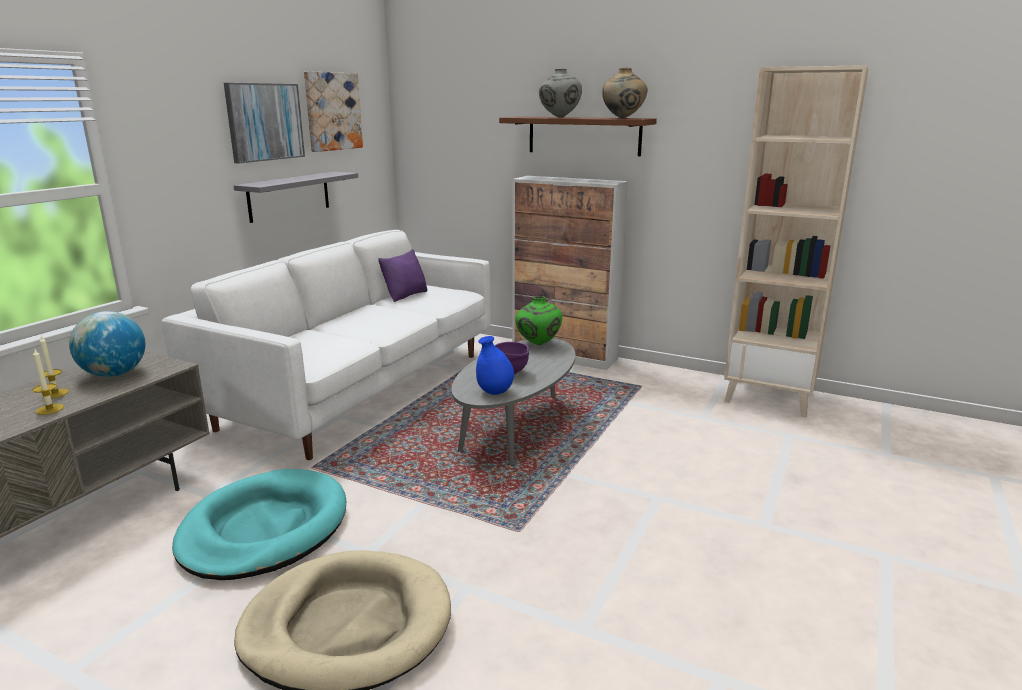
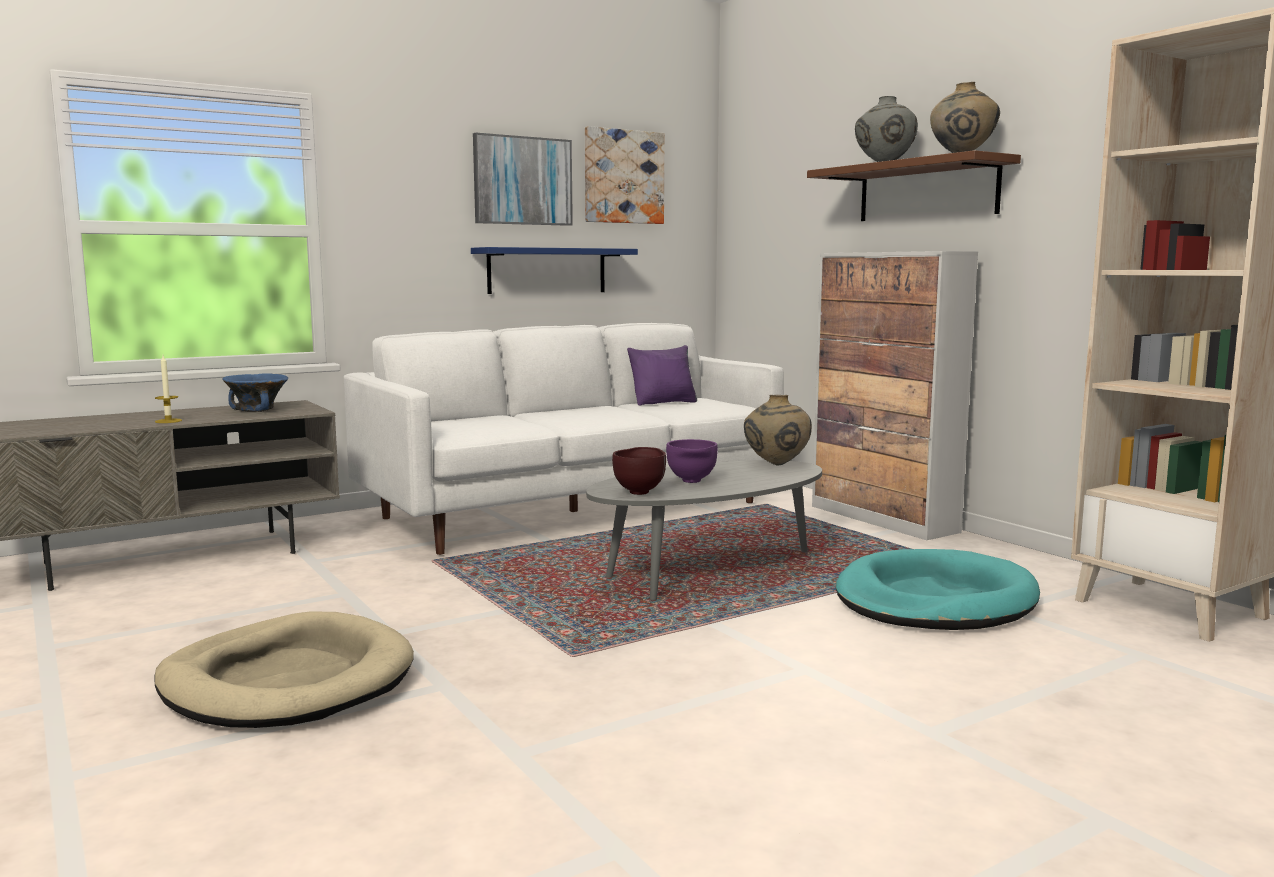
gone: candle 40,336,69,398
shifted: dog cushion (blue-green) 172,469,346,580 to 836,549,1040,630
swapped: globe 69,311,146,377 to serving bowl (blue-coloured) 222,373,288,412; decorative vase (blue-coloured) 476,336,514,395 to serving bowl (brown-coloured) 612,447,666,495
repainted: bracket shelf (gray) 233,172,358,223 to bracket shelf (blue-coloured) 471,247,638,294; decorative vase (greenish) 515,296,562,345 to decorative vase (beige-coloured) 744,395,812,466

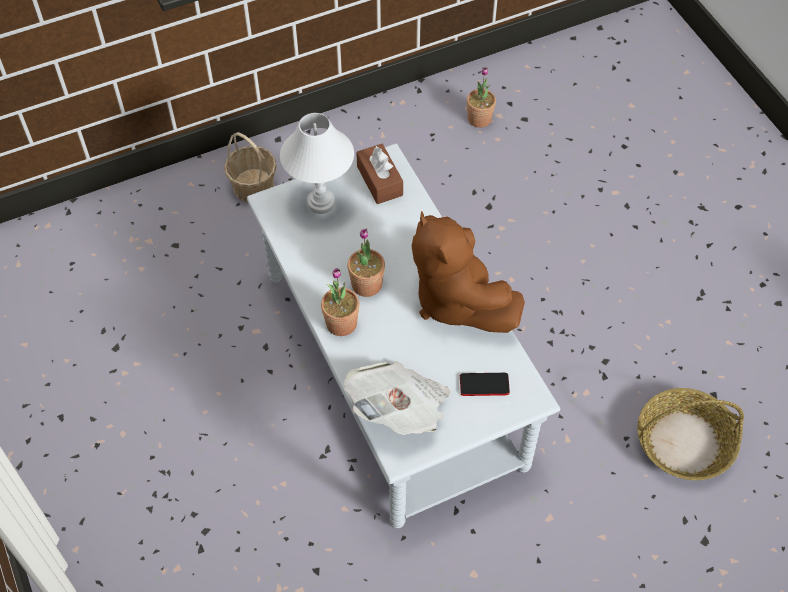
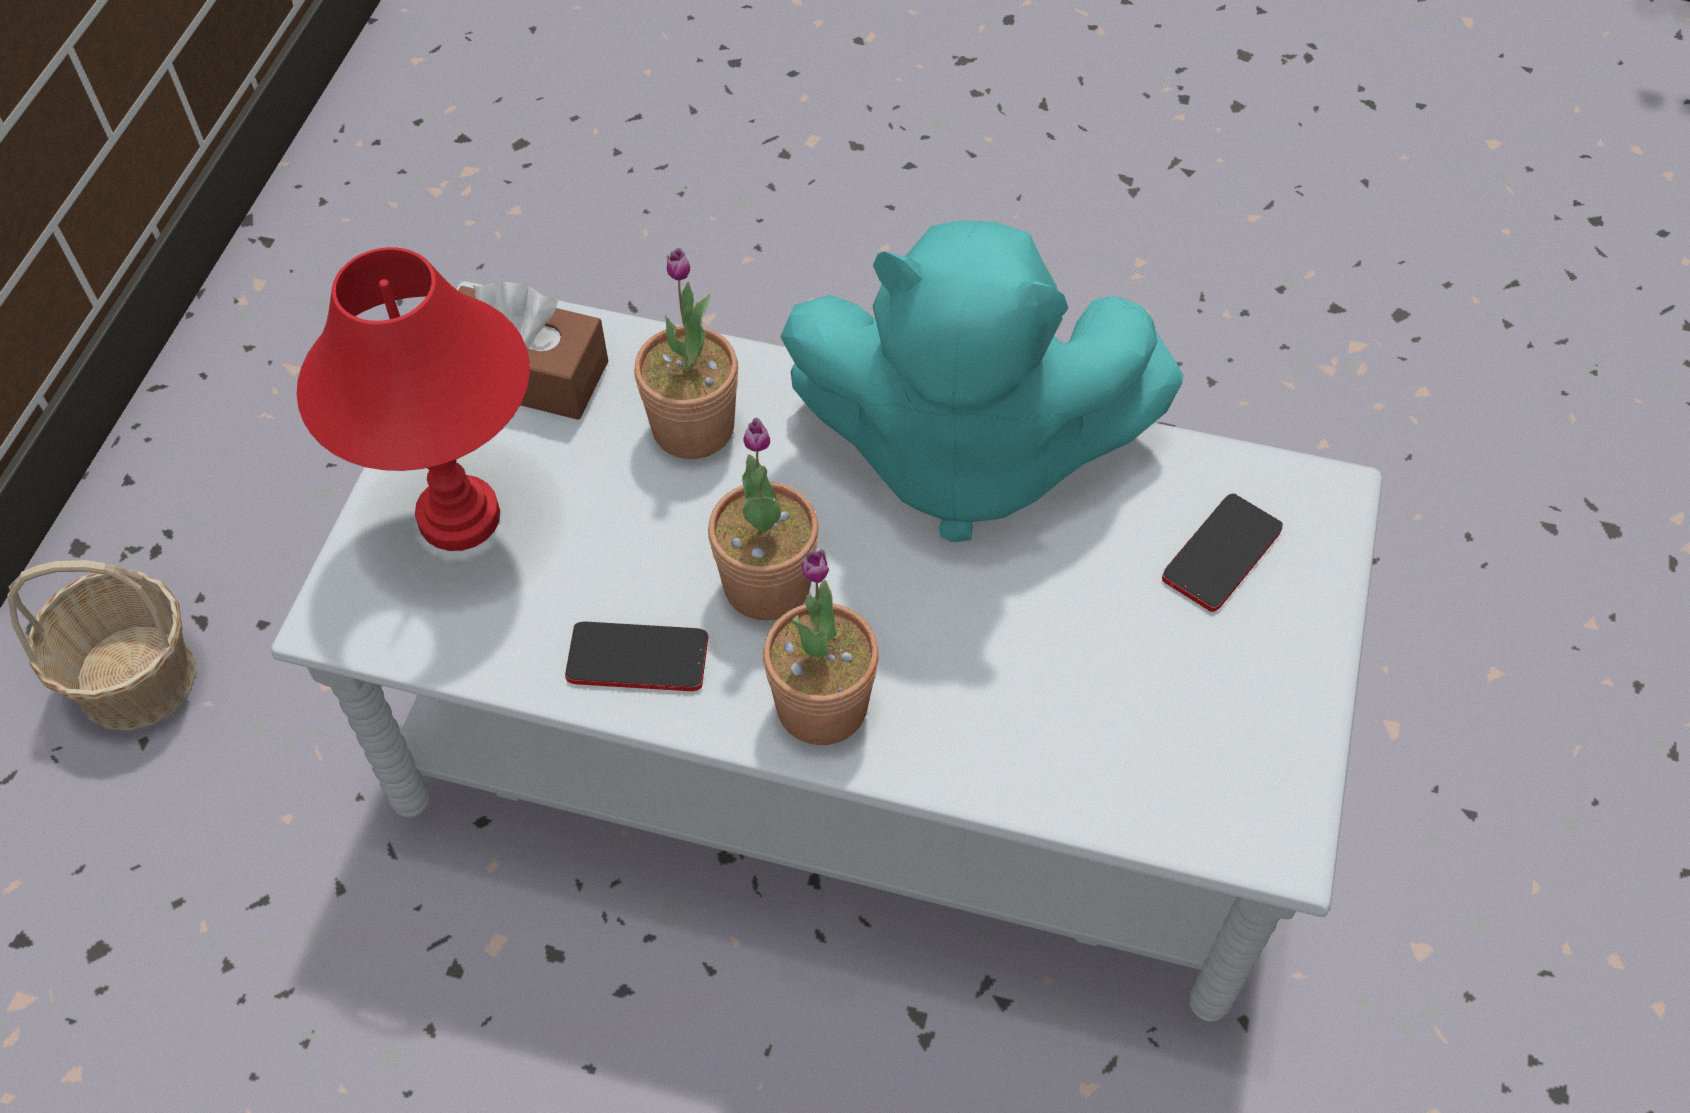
gone: daily paper 344,361,450,435; household basket 637,388,744,480
new: handset 565,622,708,691
shifted: potted plant 467,67,496,128 to 634,248,738,459
repainted: tabletop lamp (whitish) 280,113,354,214 to tabletop lamp (reddish) 297,247,530,551; soft toy (brown-coloured) 412,211,525,333 to soft toy (blue-green) 780,220,1183,542

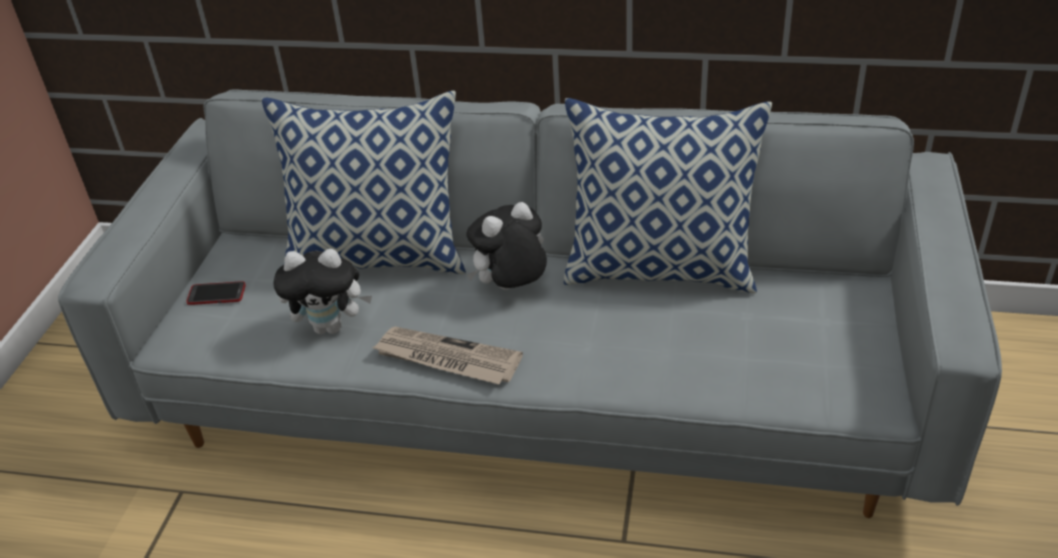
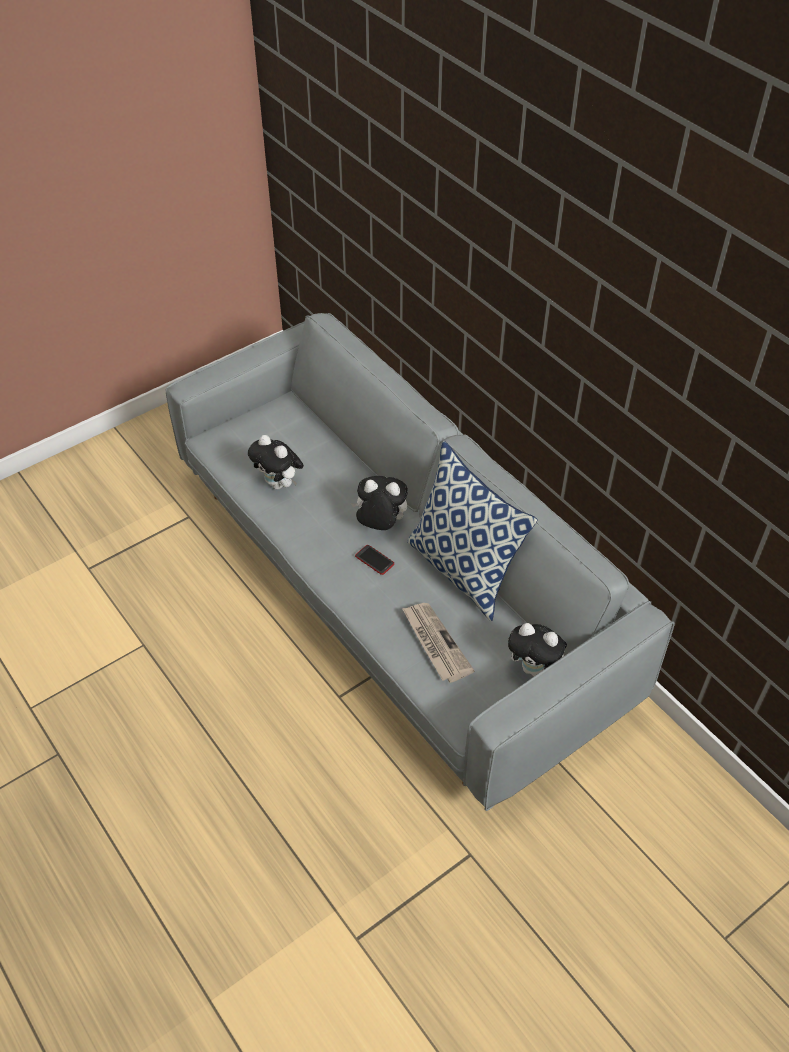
gone: throw pillow 261,91,466,274
new: soft toy 508,623,567,676
shifted: handset 187,281,246,305 to 355,545,394,575; daily paper 372,327,523,384 to 402,603,474,683

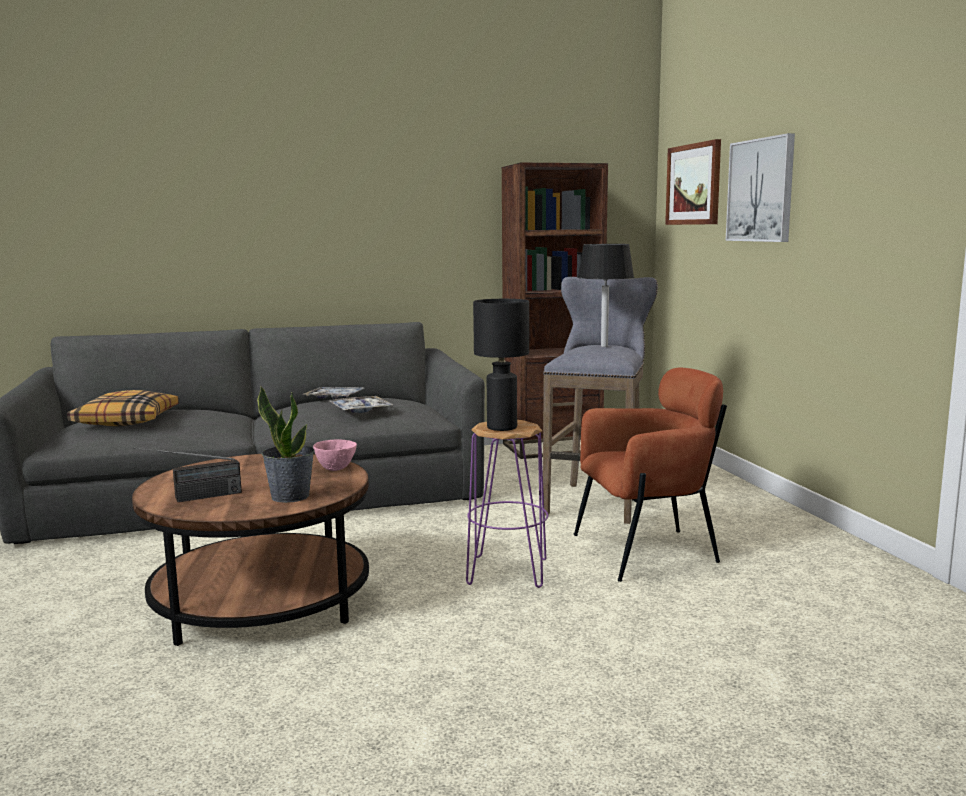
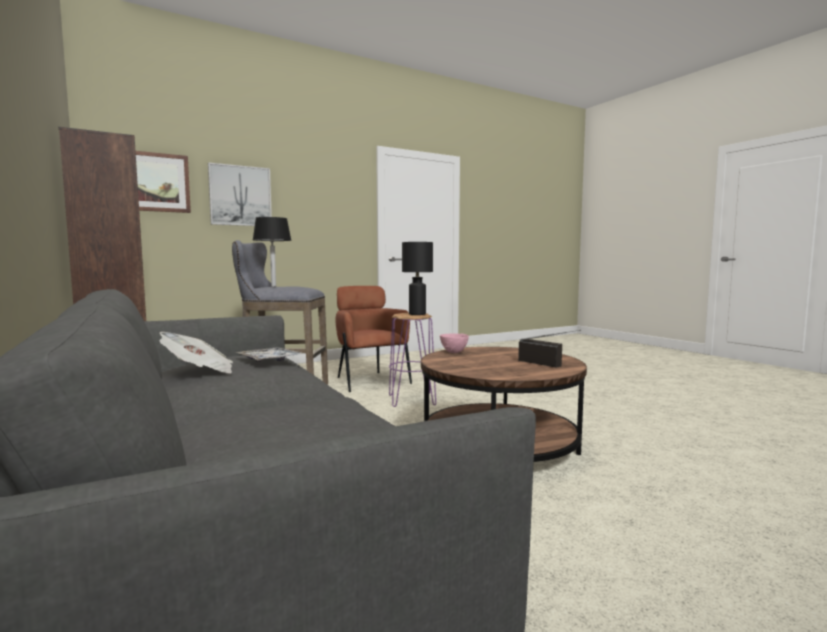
gone: throw pillow 67,390,179,427; potted plant 257,386,315,503
swapped: tray 302,387,364,400 to daily paper 160,332,233,373

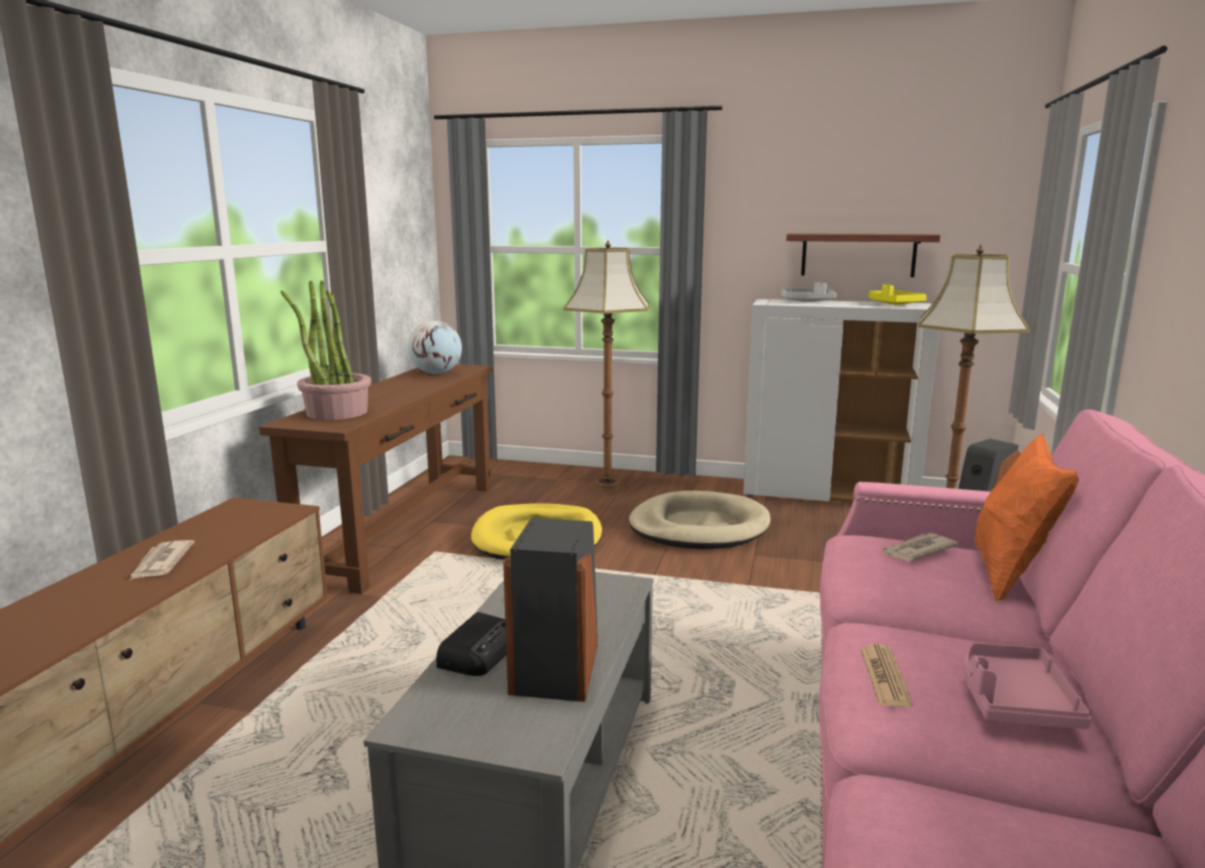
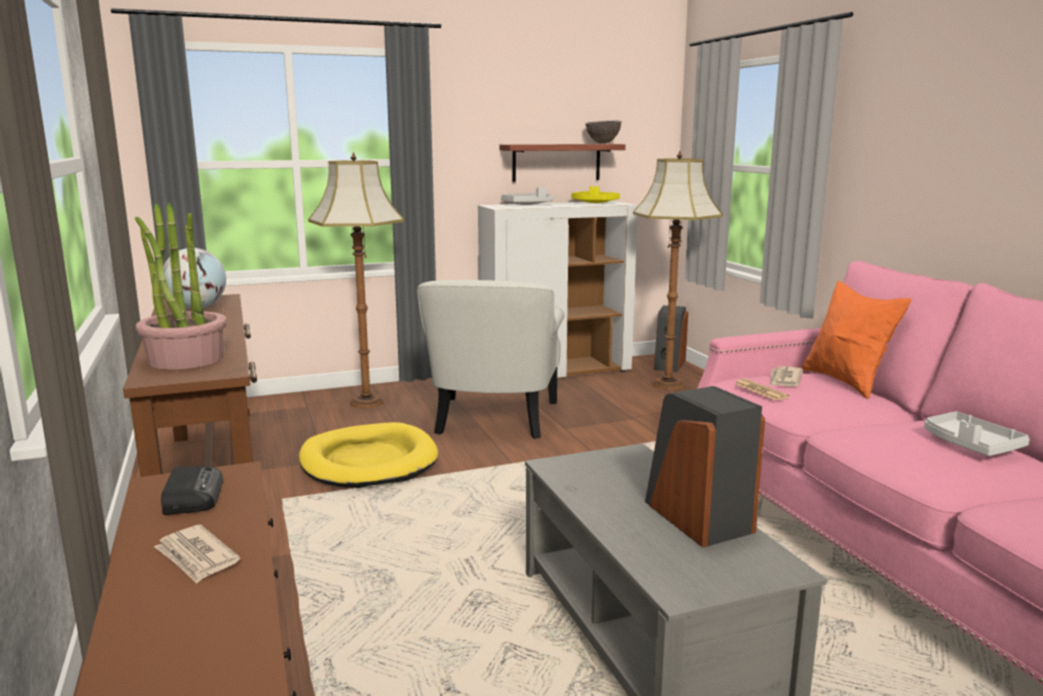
new: serving bowl (brown-coloured) 585,121,622,144
shifted: radio set 436,612,506,676 to 161,466,223,515; daily paper 860,644,913,708 to 735,379,789,400
swapped: dog cushion (beige-coloured) 629,491,771,549 to easy chair (whitish) 417,280,565,439
repainted: tray (pink) 964,643,1092,729 to tray (gray) 924,411,1030,456

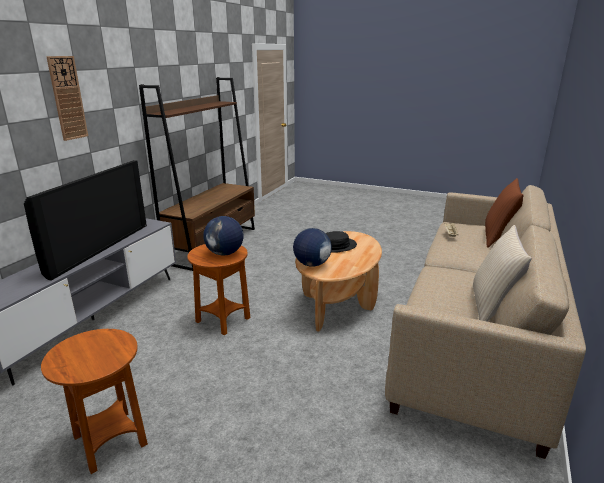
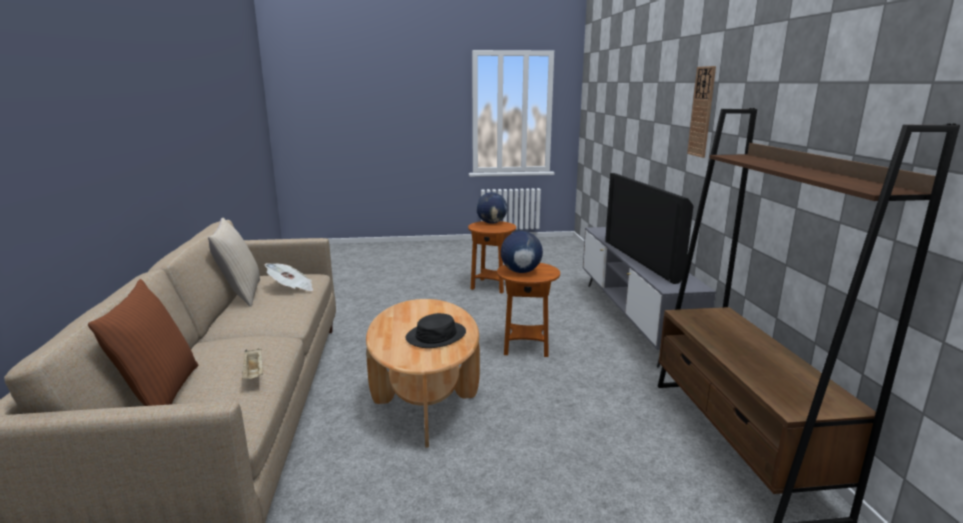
new: daily paper 265,263,313,291
shifted: globe 293,228,332,267 to 476,192,507,224

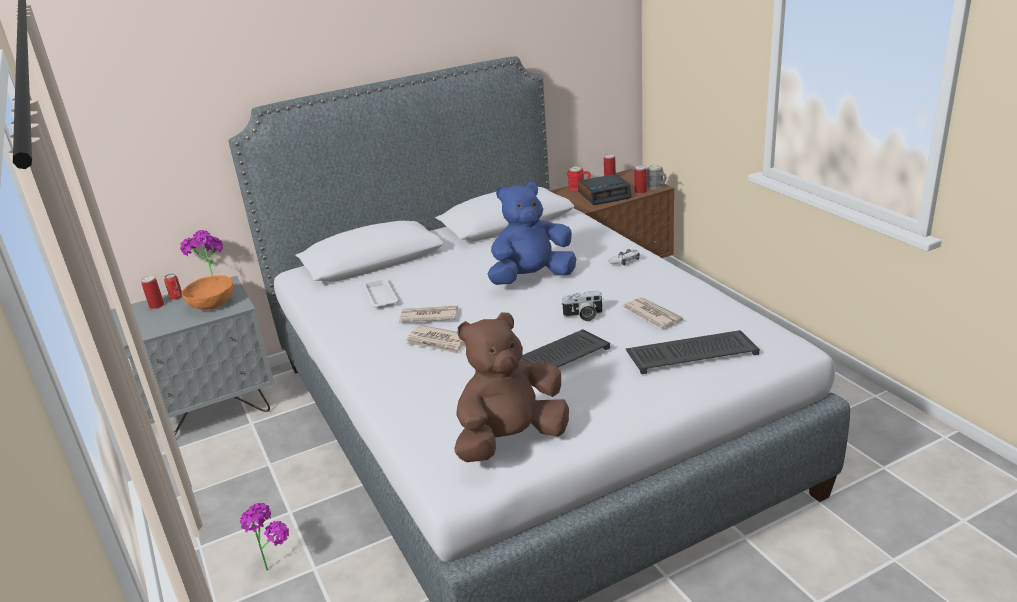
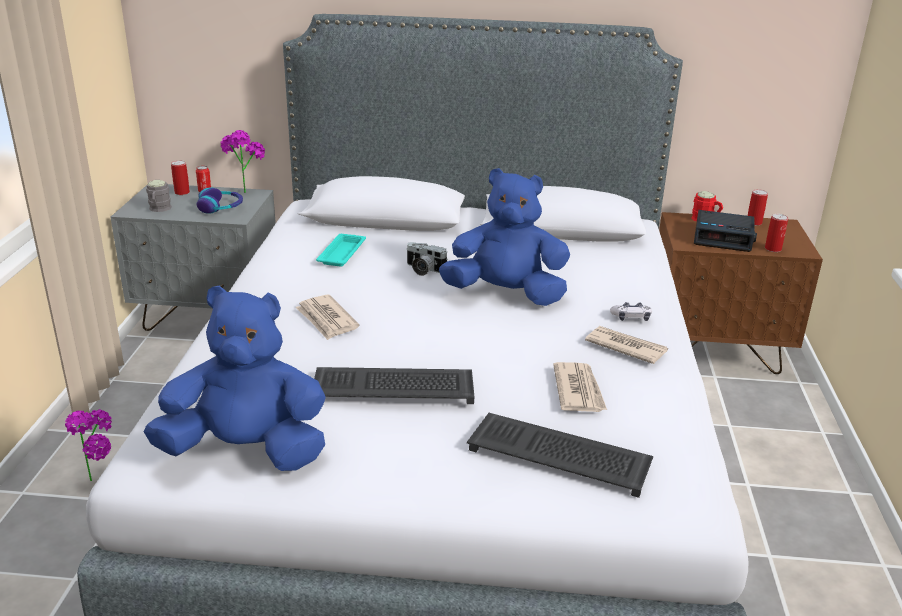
shifted: daily paper 399,305,458,322 to 585,326,668,364; still camera 561,291,604,321 to 406,242,448,276; coffee mug (gray) 647,165,667,190 to 146,180,172,212
swapped: serving bowl (orange-coloured) 182,275,233,310 to headphones 197,187,243,214
repainted: tray (whitish) 362,278,398,309 to tray (blue-green) 316,234,366,267; soft toy (brown-coloured) 454,312,569,462 to soft toy (blue-coloured) 144,285,326,471

